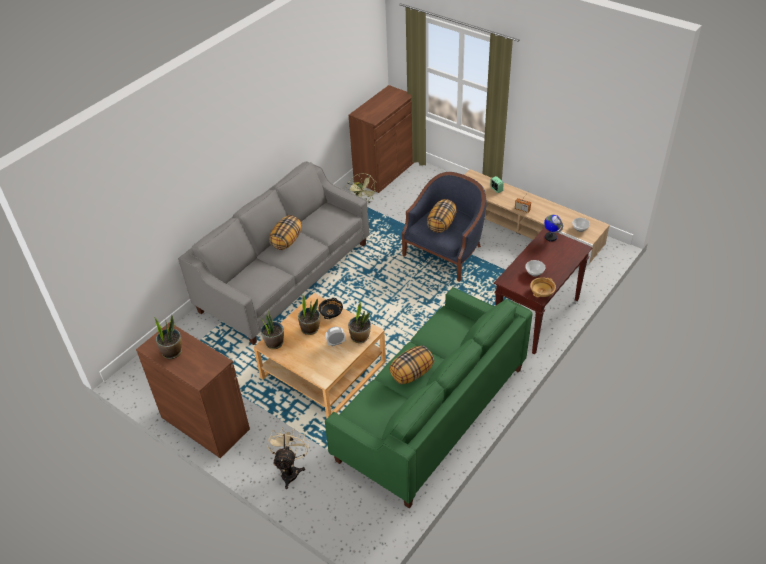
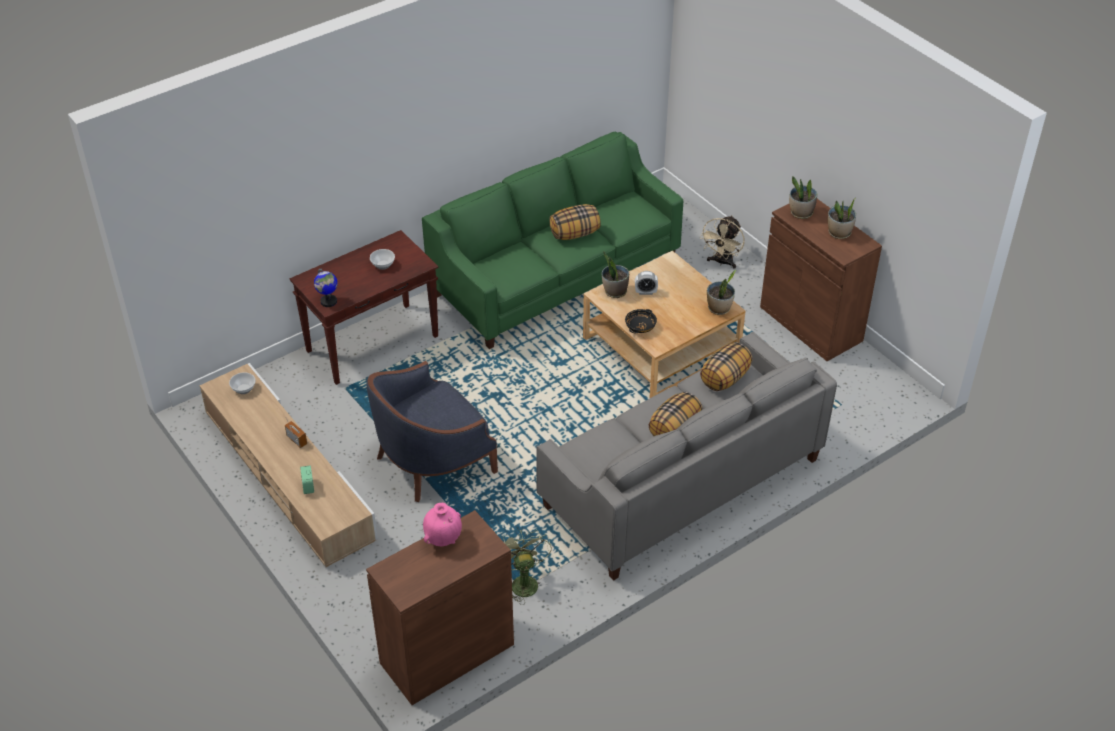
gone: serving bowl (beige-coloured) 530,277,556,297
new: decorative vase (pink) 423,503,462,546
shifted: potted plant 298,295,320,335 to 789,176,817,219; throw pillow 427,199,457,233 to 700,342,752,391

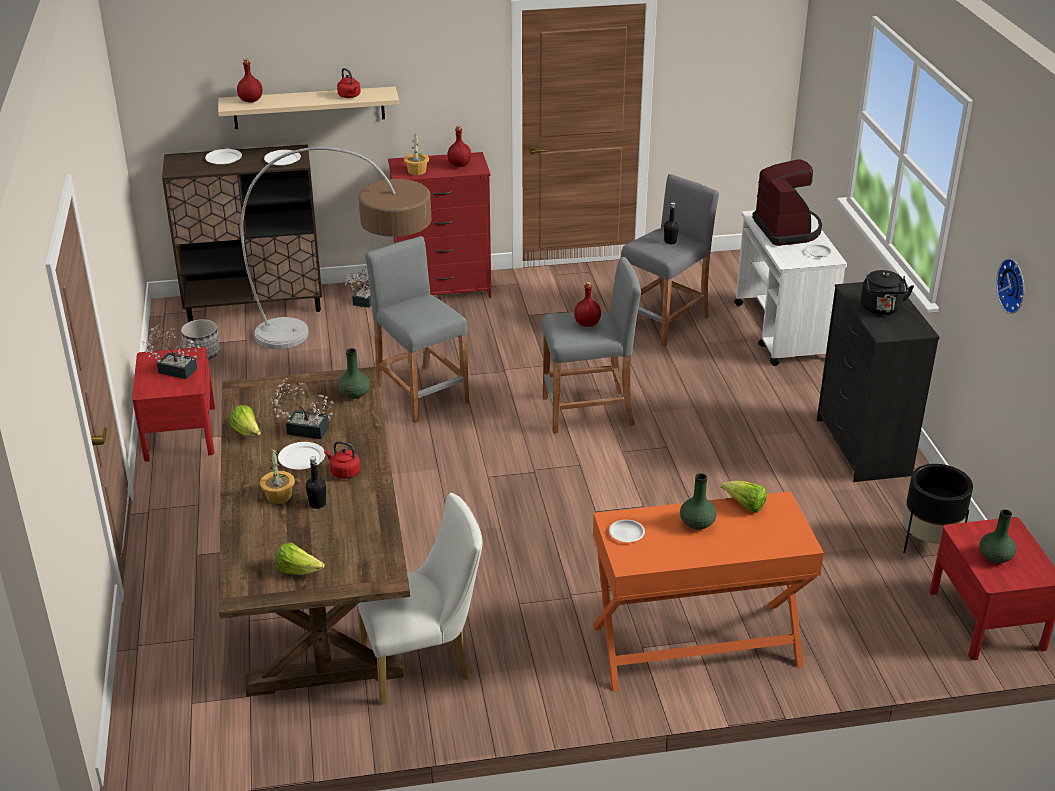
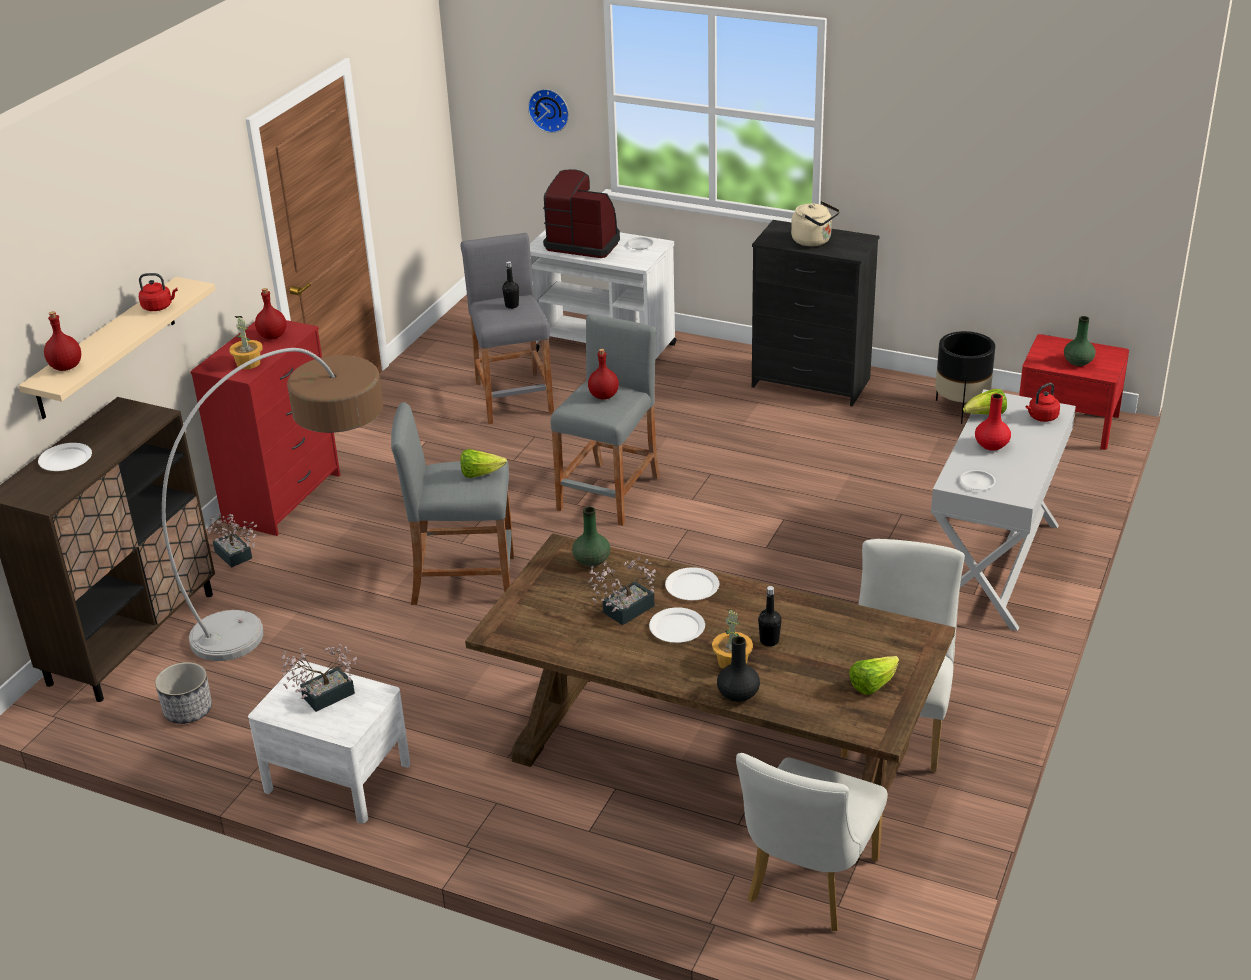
new: decorative vase (black-coloured) 717,636,760,702; plain chair (whitish) 736,753,888,931
shifted: lettuce 230,405,261,437 to 460,449,507,478; flat dish (whitish) 264,150,301,166 to 665,567,719,600; kettle (reddish) 324,441,360,479 to 1026,383,1060,422; clock on the wall 996,258,1024,314 to 528,89,569,133
repainted: bedside table (reddish) 132,347,215,462 to bedside table (whitish) 248,660,410,824; hall table (orange-coloured) 593,491,824,692 to hall table (whitish) 931,389,1076,631; decorative vase (greenish) 680,473,717,530 to decorative vase (reddish) 975,394,1011,451; kettle (black-coloured) 861,270,914,315 to kettle (beige-coloured) 791,201,840,247

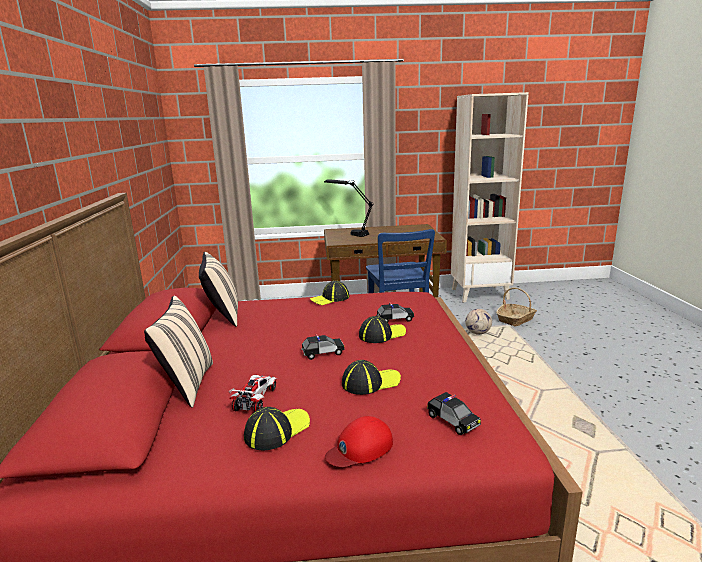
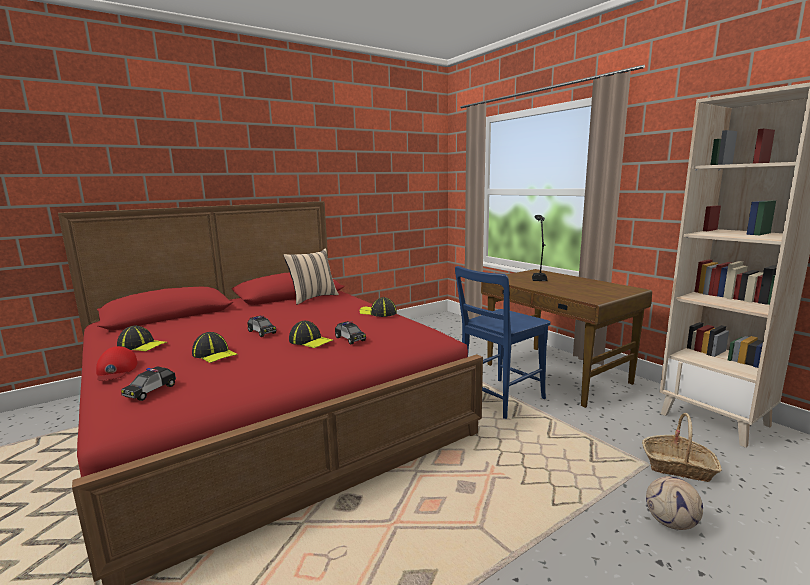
gone: throw pillow (beige-coloured) 144,296,213,408; toy car 228,375,277,412
shifted: football 465,309,492,335 to 646,476,703,530
rotated: baseball cap (reddish) 325,416,393,467 = 96,346,137,381 135 degrees counterclockwise

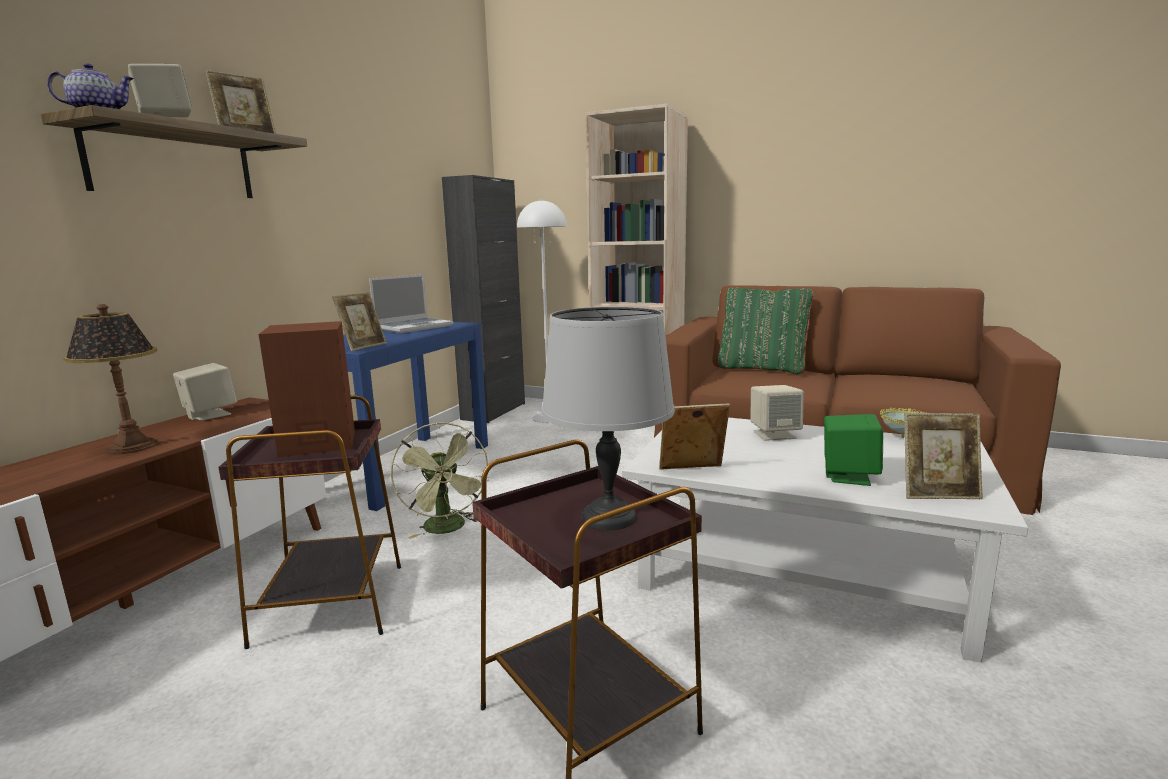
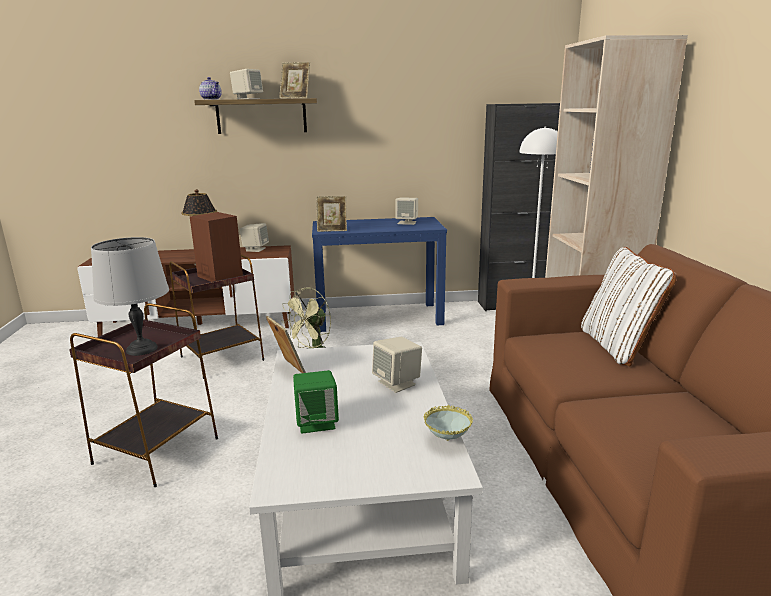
gone: picture frame 904,413,983,499
swapped: laptop 369,274,453,333 to loudspeaker (beige-coloured) 395,197,418,225
repainted: throw pillow (greenish) 718,287,813,374 to throw pillow (whitish) 581,247,677,366

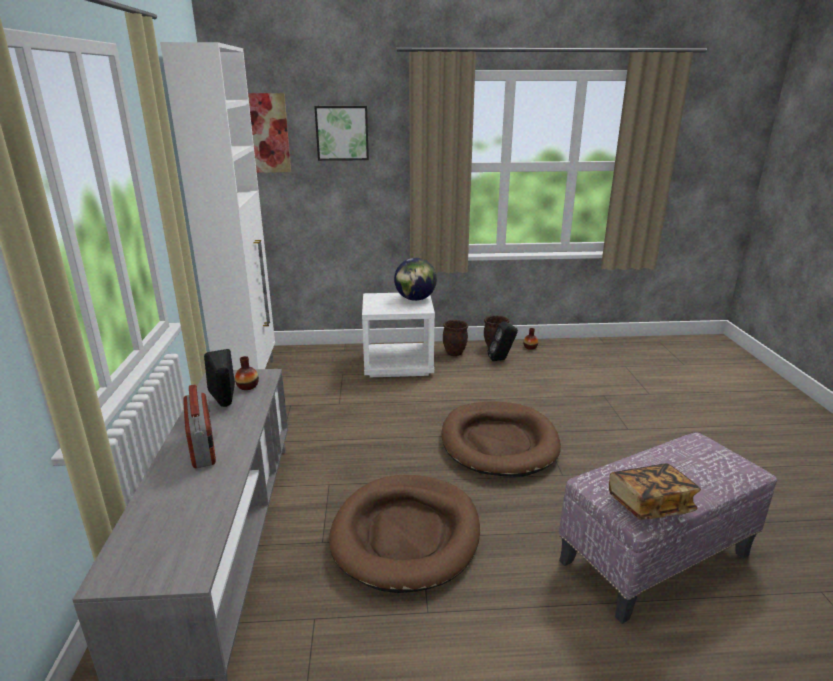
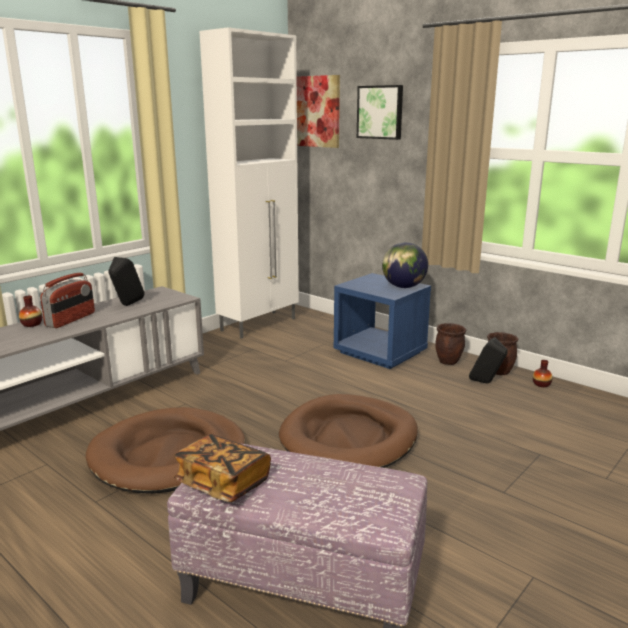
shifted: decorative vase 235,356,259,390 to 19,296,42,327
repainted: bedside table (whitish) 362,293,435,377 to bedside table (blue-coloured) 333,273,431,369

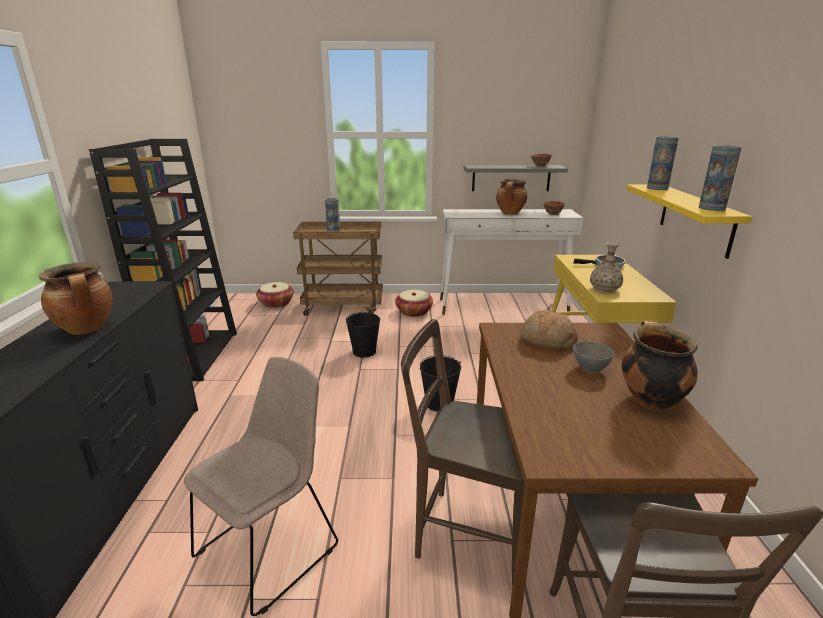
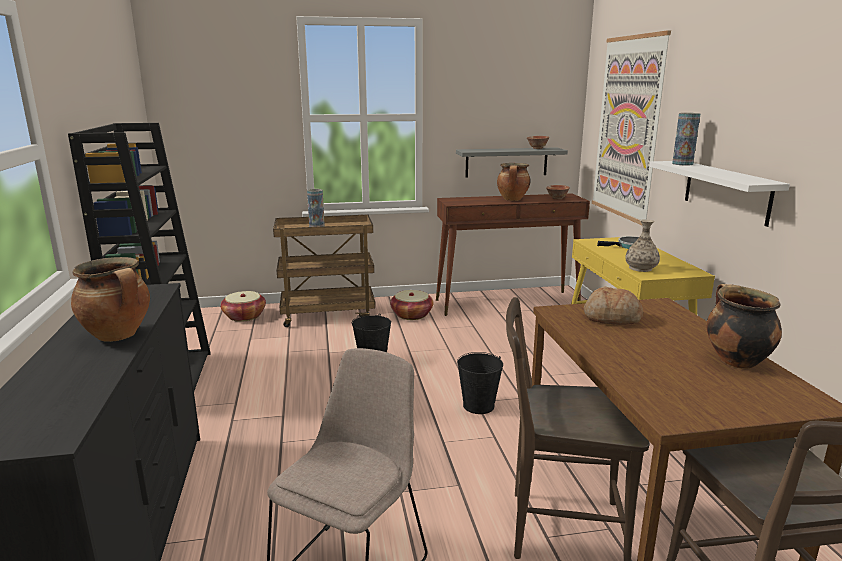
gone: serving bowl (gray) 573,341,614,372; decorative vase 699,145,742,211
new: picture 592,30,671,225
repainted: hall table (whitish) 440,209,583,315 to hall table (brown-coloured) 436,193,590,316; bracket shelf (yellow-coloured) 626,184,752,259 to bracket shelf (whitish) 649,161,790,227

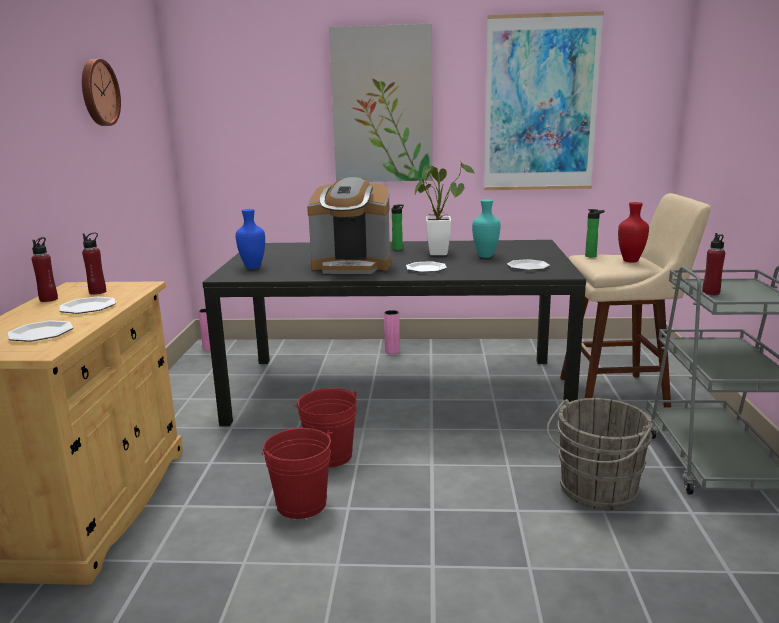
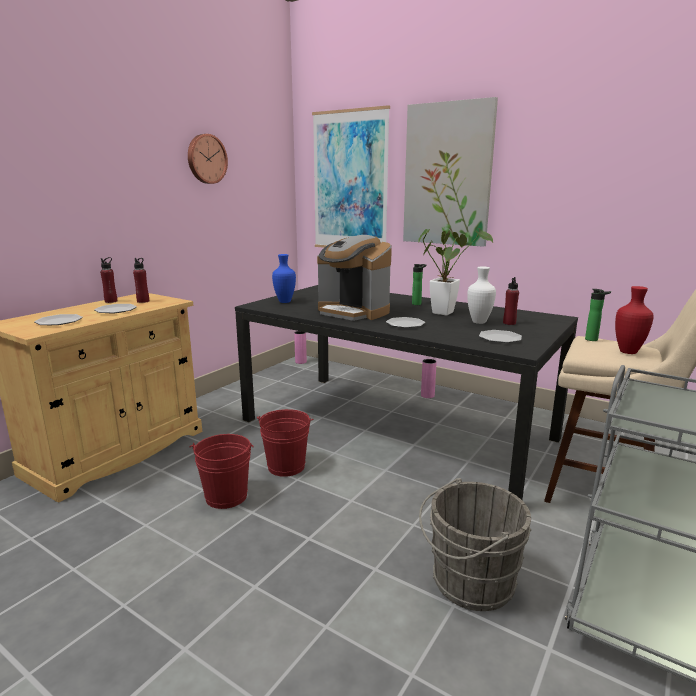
shifted: picture 484,11,604,190 to 312,105,390,248; bottle (reddish) 702,233,725,295 to 503,277,519,325
repainted: decorative vase (blue-green) 472,199,501,258 to decorative vase (whitish) 467,267,496,324

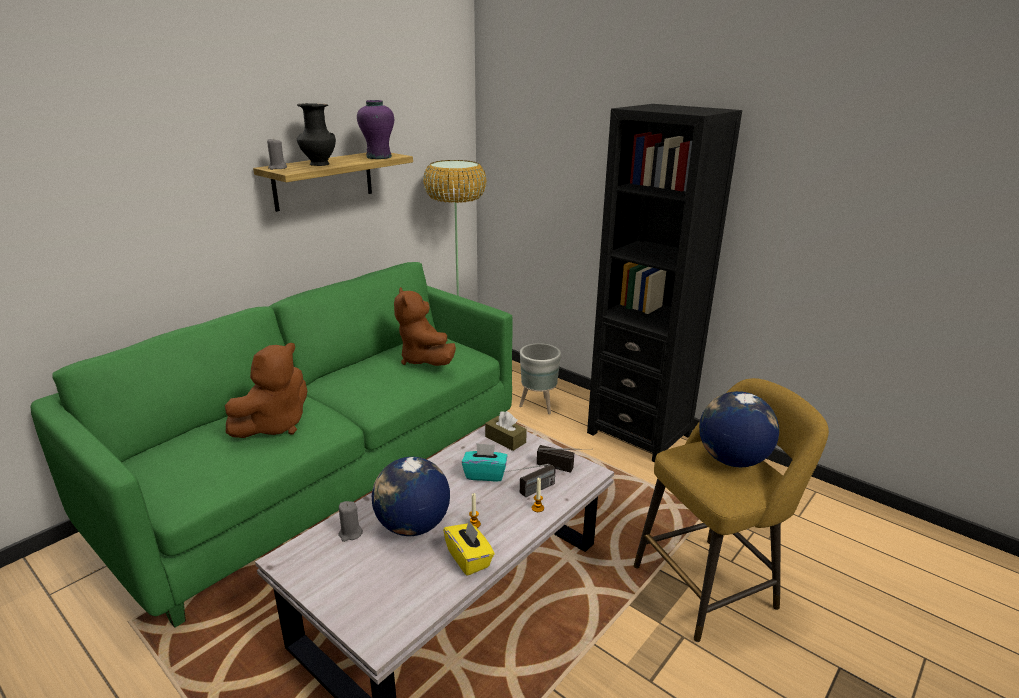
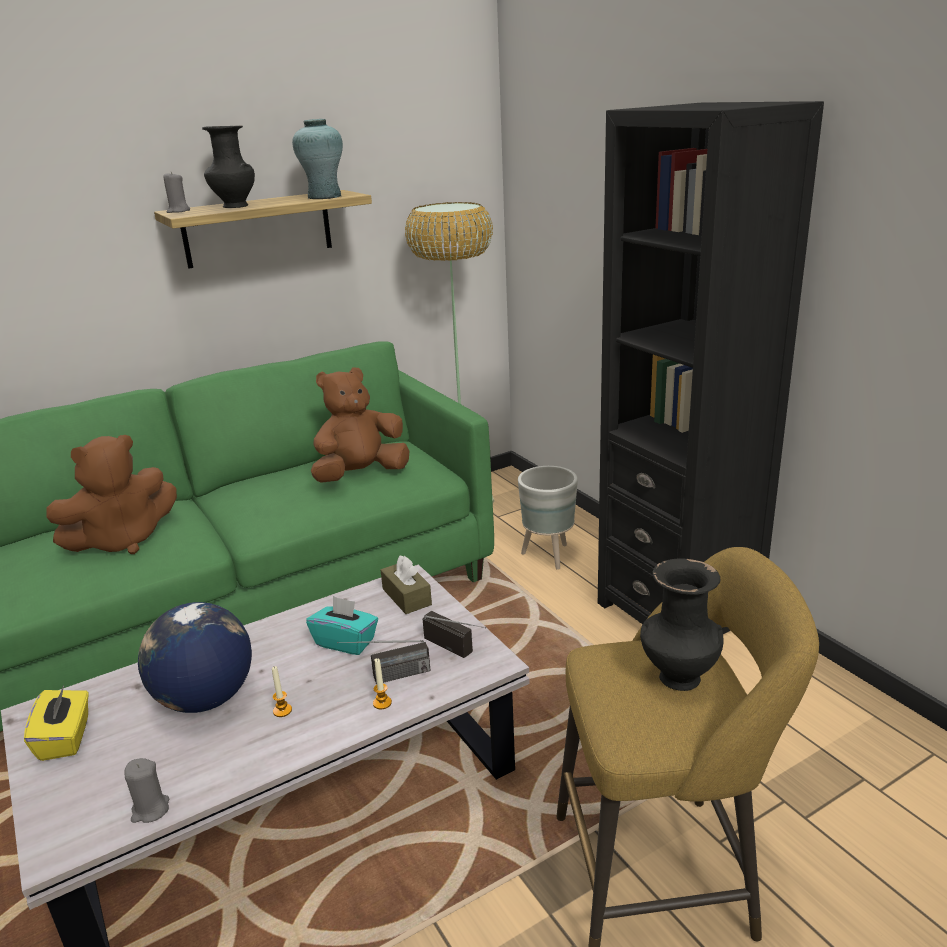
shifted: candle (gray) 338,501,363,542 to 124,758,169,823; box of tissues (yellow-coloured) 443,520,494,576 to 24,686,89,761
swapped: globe 699,391,779,467 to decorative vase (black-coloured) 640,559,724,691
repainted: decorative vase (purplish) 357,100,394,159 to decorative vase (blue-green) 292,119,343,199
rotated: soft toy (brown-coloured) 394,287,456,366 = 311,367,409,483 60 degrees clockwise

